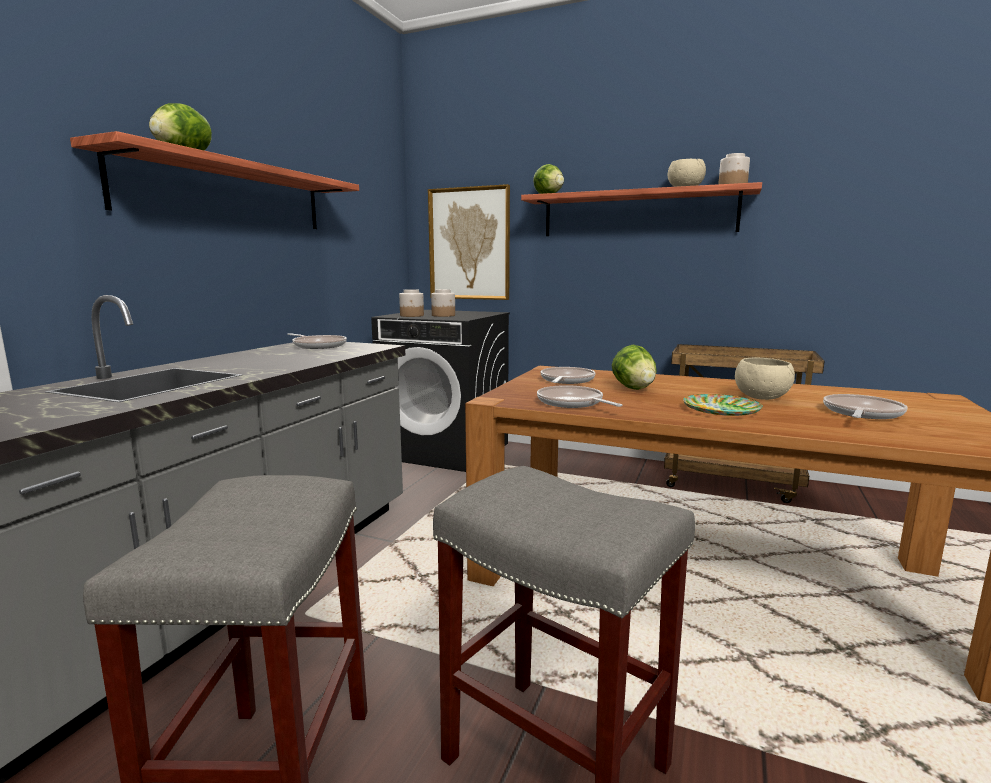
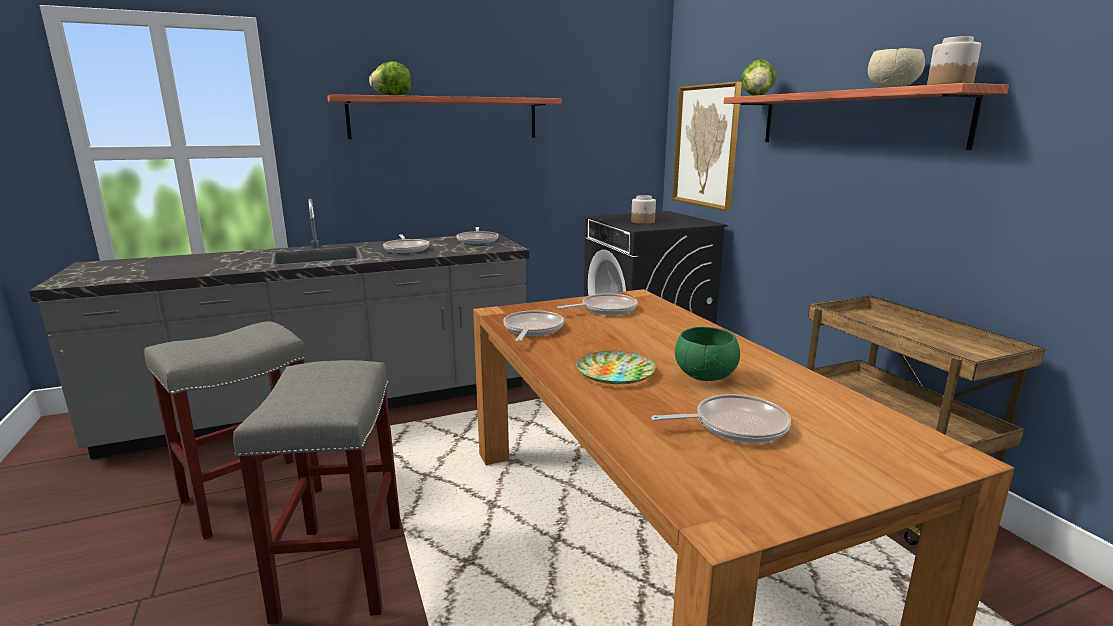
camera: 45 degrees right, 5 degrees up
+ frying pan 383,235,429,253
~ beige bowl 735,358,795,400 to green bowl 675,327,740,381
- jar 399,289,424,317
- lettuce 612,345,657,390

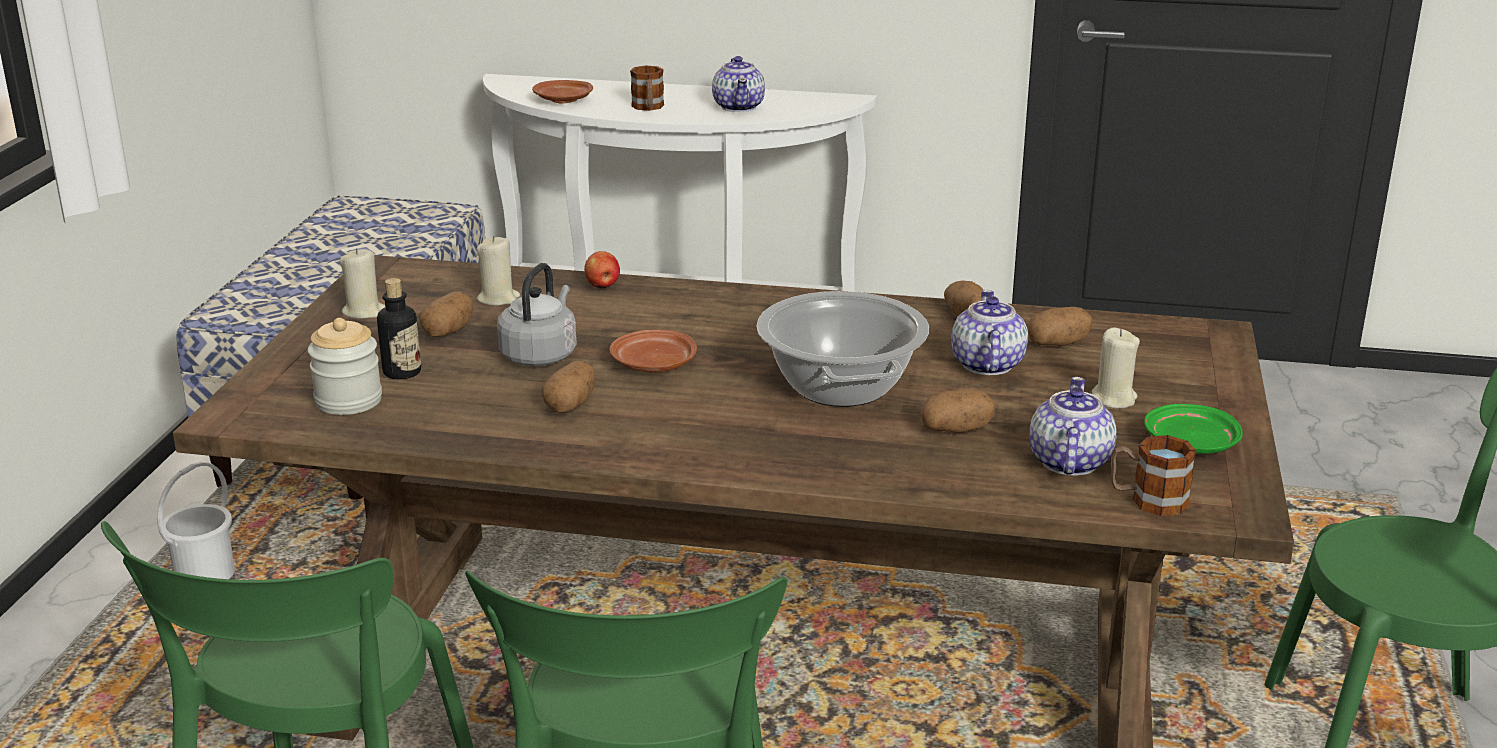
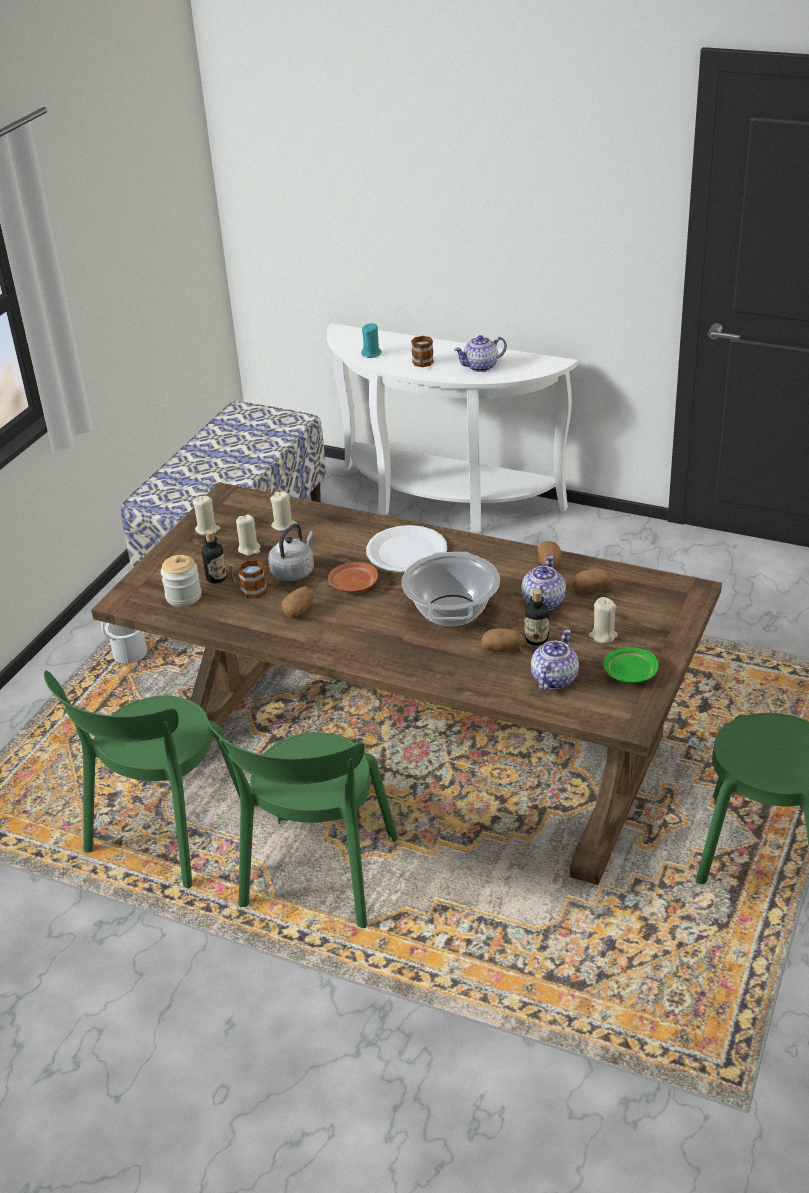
camera: 15 degrees right, 10 degrees up
~ mug 1111,435,1197,516 to 229,559,267,599
~ potato 419,291,473,337 to beige candle 236,514,261,556
~ brown plate 532,80,593,103 to turquoise candle 361,323,381,358
+ white plate 366,525,447,572
~ teapot 712,56,765,112 = 454,335,507,372 60 degrees clockwise
+ bottle 525,589,549,646
- apple 584,251,620,288

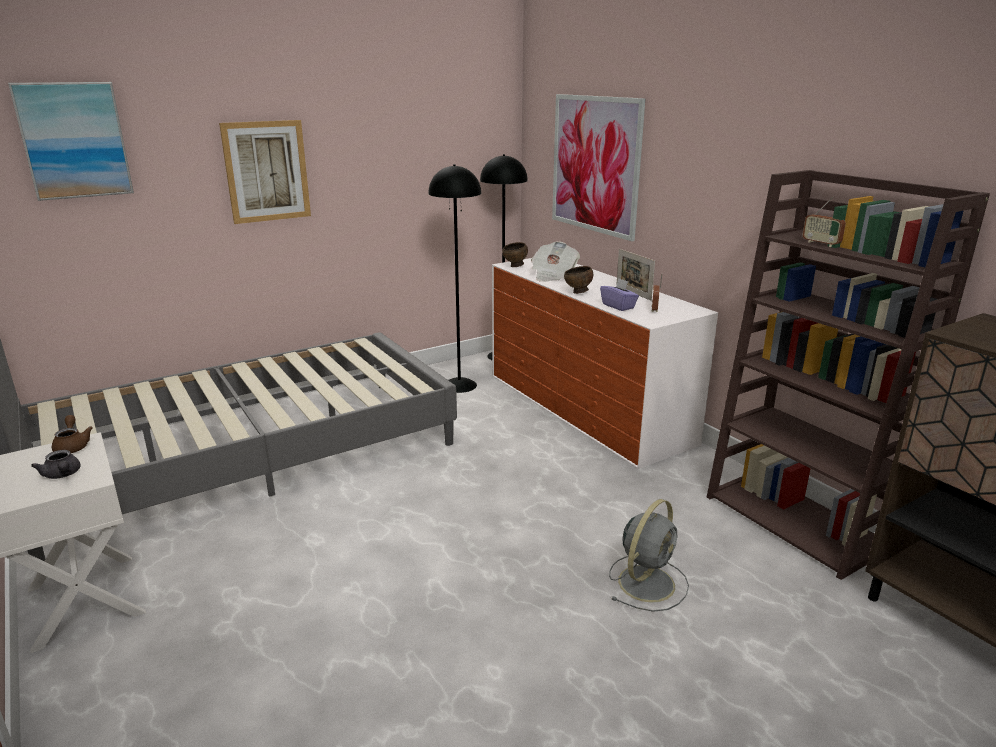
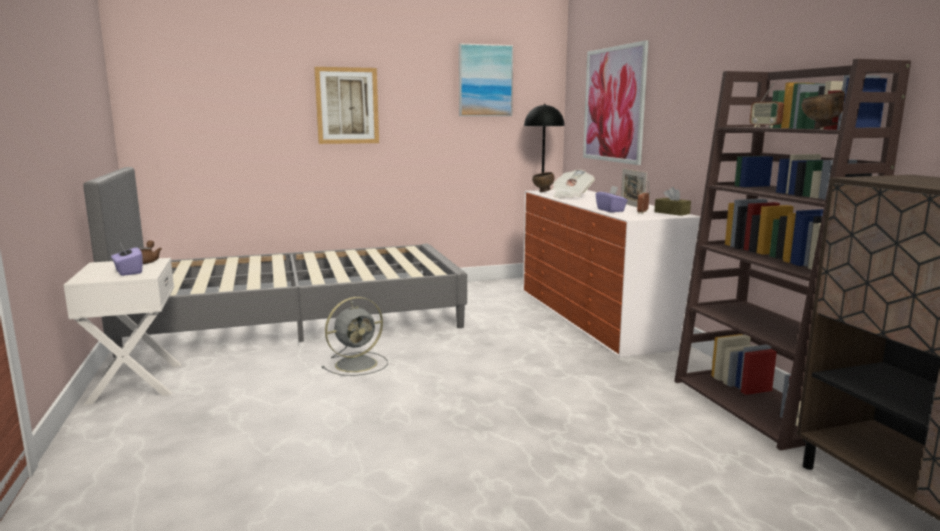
camera: 15 degrees right, 10 degrees down
~ grey teapot 31,450,80,479 to purple tissue box 111,243,143,276
~ grey fan 609,499,689,612 to 321,297,388,376
~ picture 8,82,134,201 to 459,43,513,116
+ brown tissue box 654,187,691,216
~ brown bowl 564,266,593,294 to 801,91,845,129
- black floor lamp 428,164,481,393

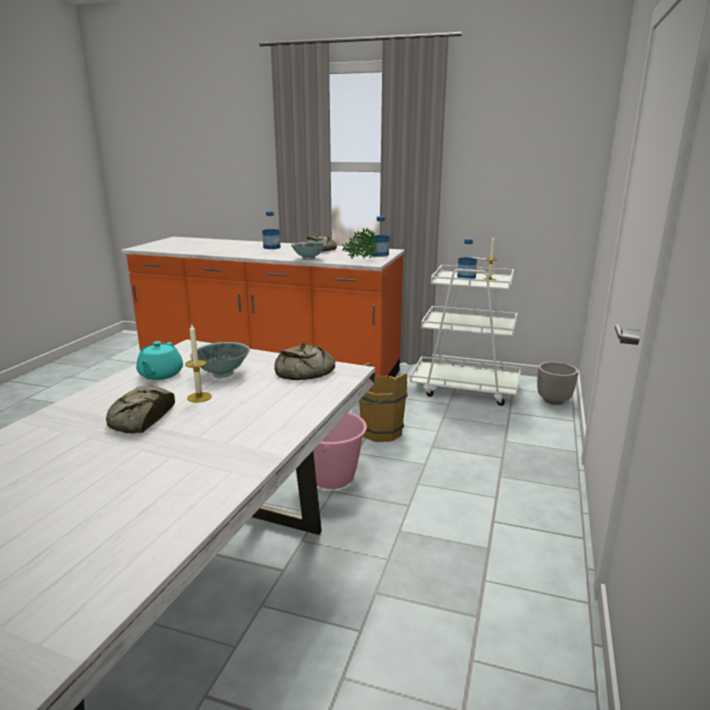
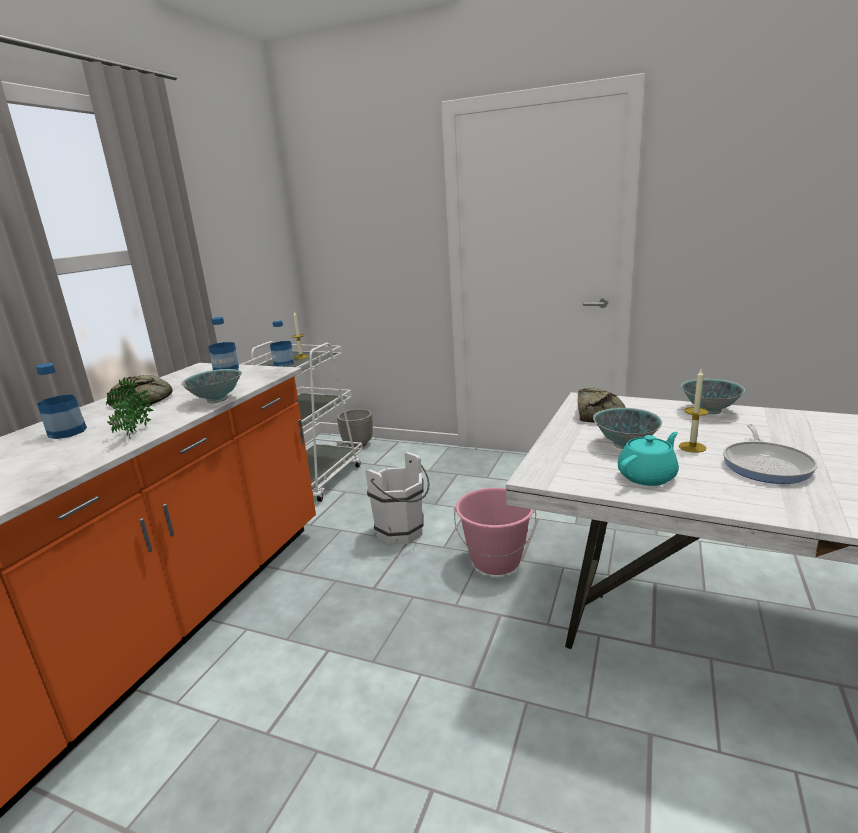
camera: 85 degrees left, 0 degrees up
~ potted plant 342,228,377,259 to 106,377,154,440
~ brown bucket 358,362,408,442 to white bucket 366,452,429,545
~ turquoise teapot 136,341,183,380 = 618,432,679,486 45 degrees counterclockwise
+ bowl 681,379,745,414
~ bread 106,386,175,434 to frying pan 723,424,817,484

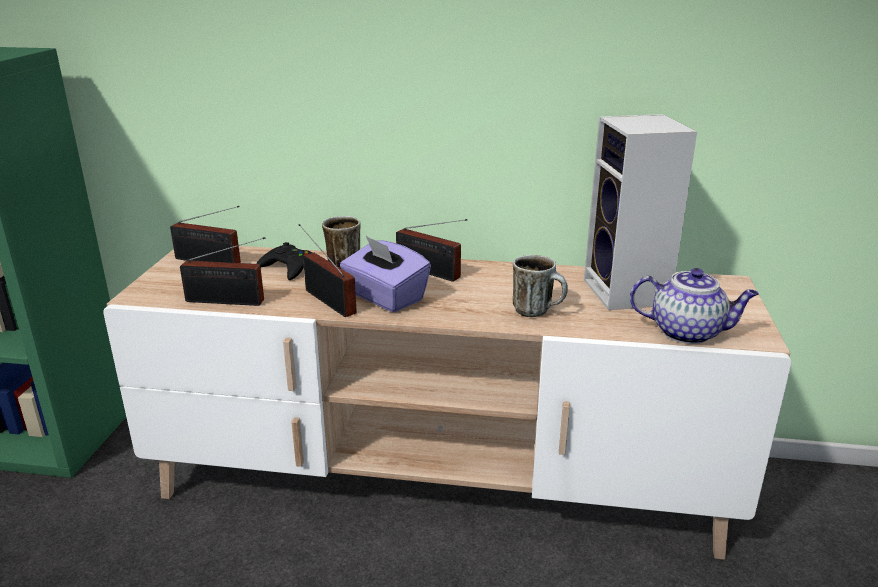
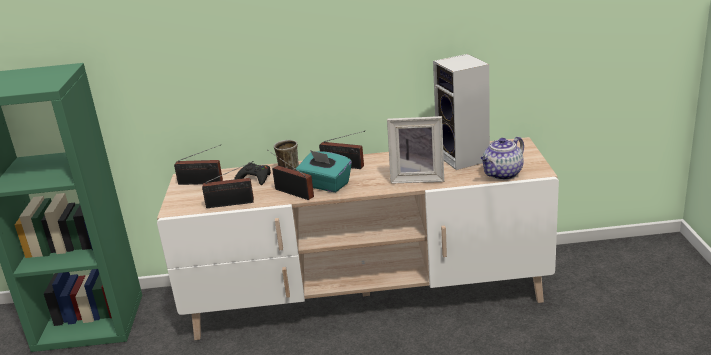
camera: 10 degrees left, 0 degrees up
~ purple tissue box 340,236,431,312 to turquoise tissue box 296,150,352,192
~ mug 513,255,568,317 to picture frame 387,116,444,184
~ teapot 630,268,759,344 = 480,137,524,180 135 degrees clockwise

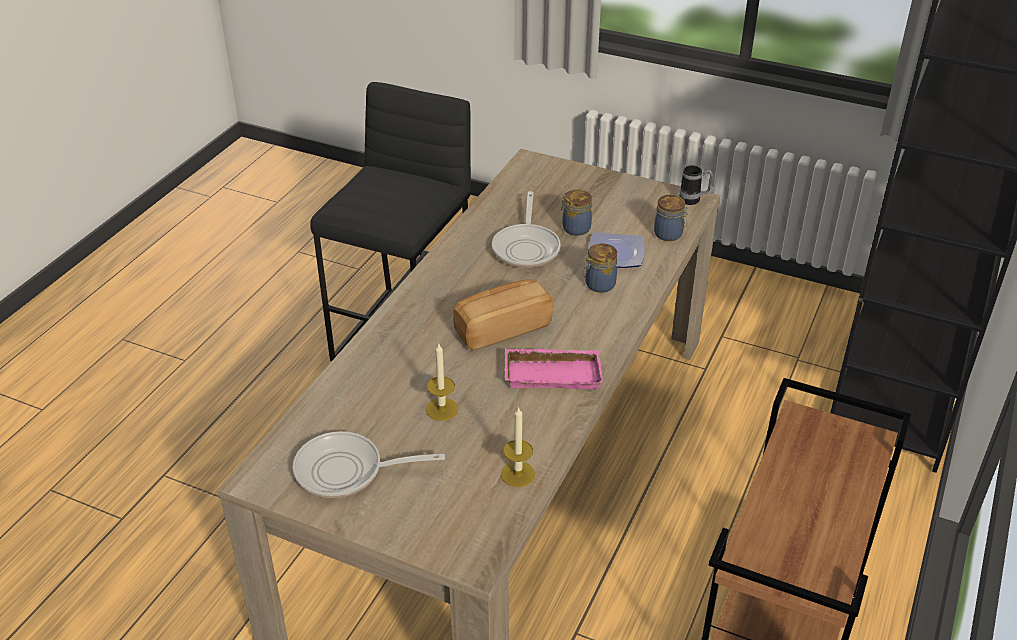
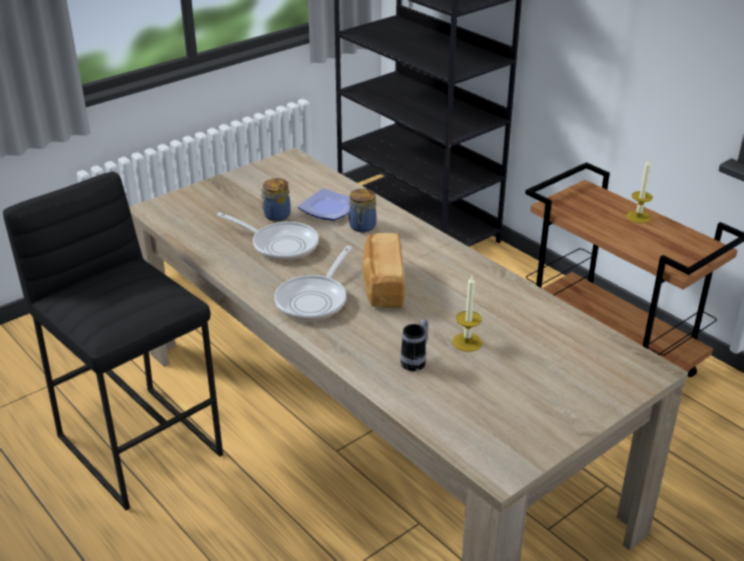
camera: 65 degrees left, 5 degrees down
~ frying pan 293,431,445,498 to 274,246,352,321
~ mug 679,165,713,205 to 400,319,428,371
~ candle 501,406,535,487 to 626,160,653,223
- pink tray 504,348,603,389
- jar 654,195,688,241

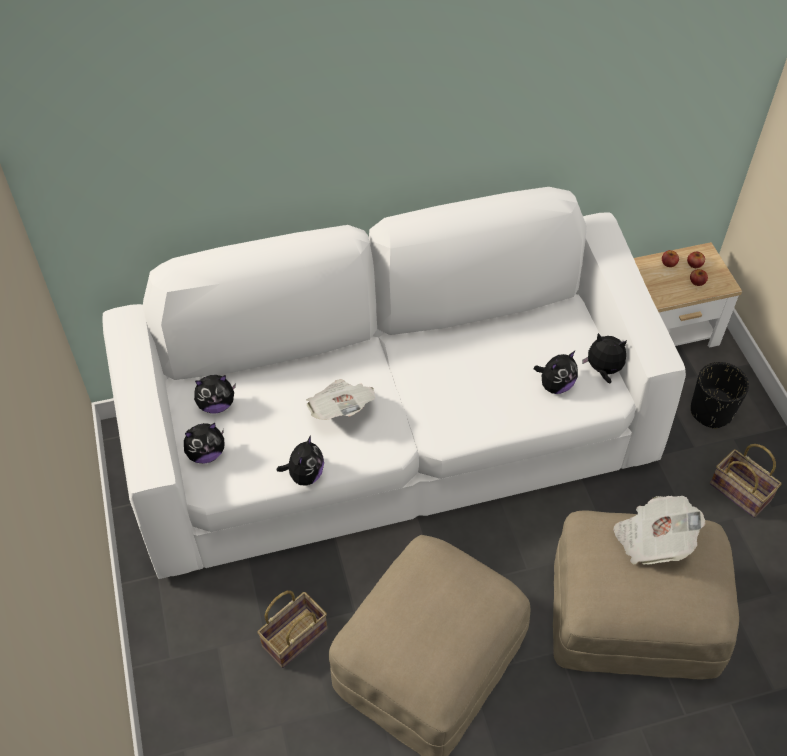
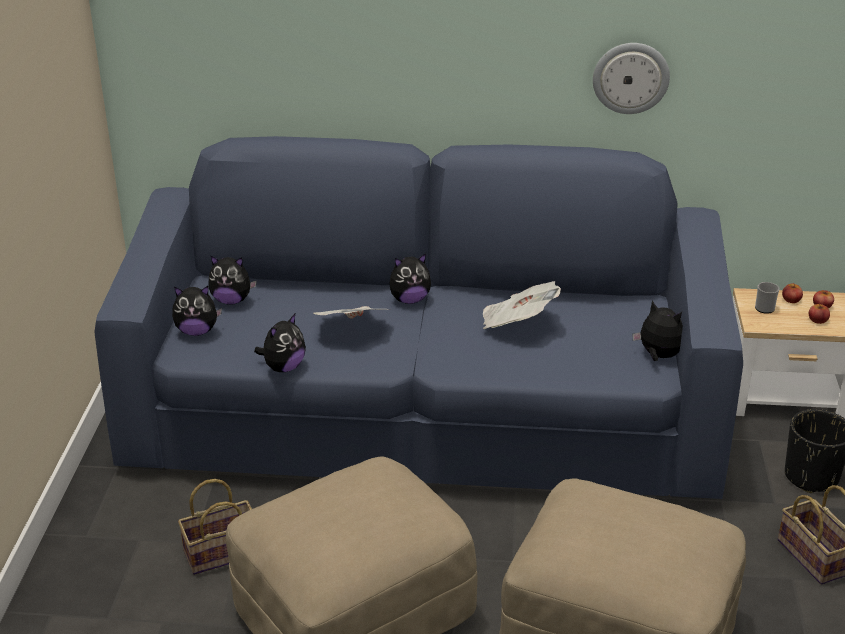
camera: 20 degrees right, 20 degrees down
~ white sofa 102,187,686,579 to blue sofa 94,136,743,499
~ plush toy 534,351,578,394 to 390,253,431,304
~ newspaper 613,496,705,565 to 483,281,561,329
+ wall clock 593,43,670,114
+ mug 755,282,779,314

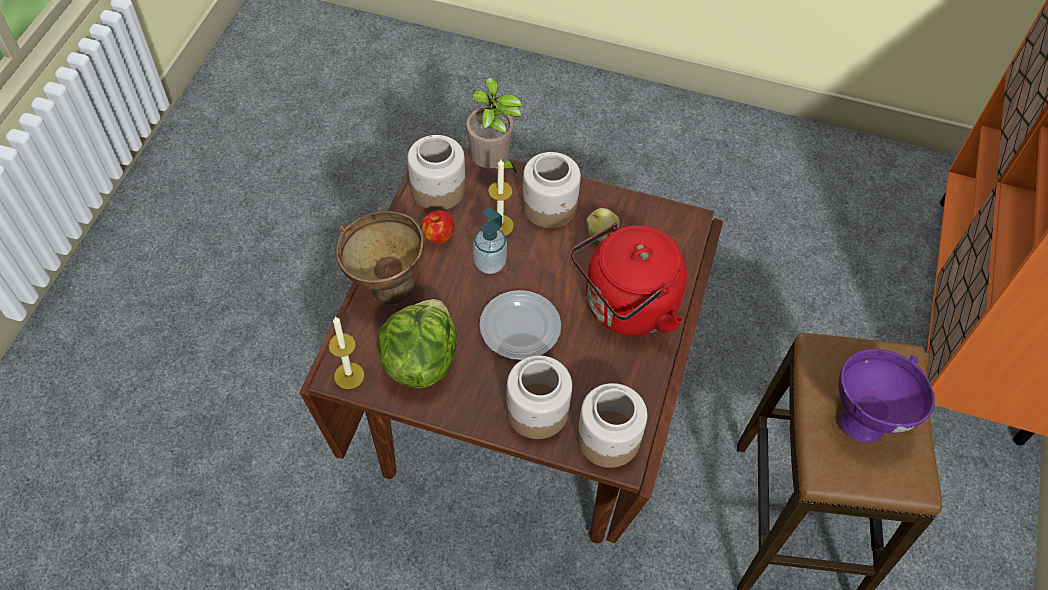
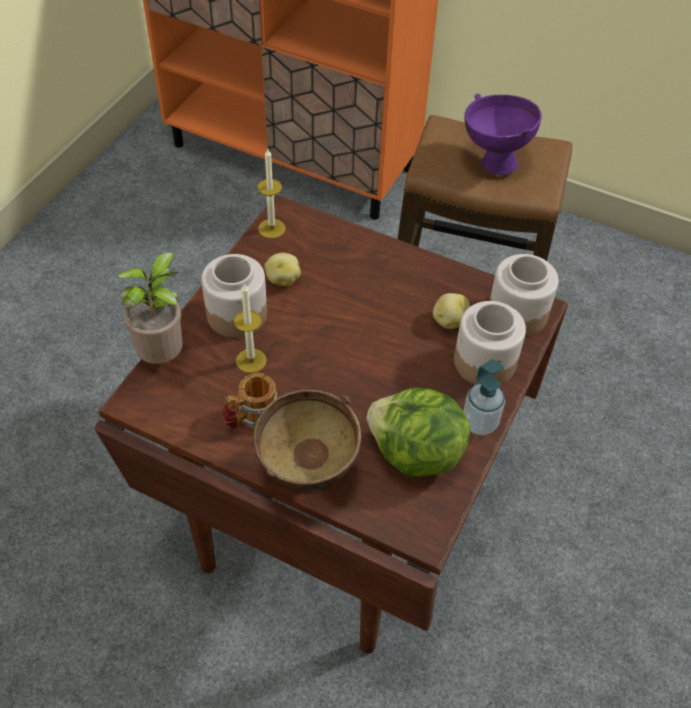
camera: 80 degrees left, 5 degrees down
~ apple 421,210,454,244 to mug 223,373,277,430
~ candle 329,316,364,389 to 258,149,285,238
+ potato 433,293,470,329
~ soap dispenser 473,208,507,274 to 463,359,505,435
- jar 407,135,466,211
- plate 479,290,561,360
- red kettle 571,223,687,336

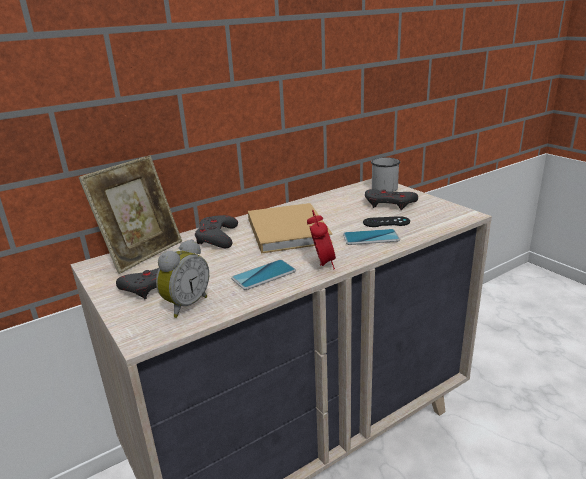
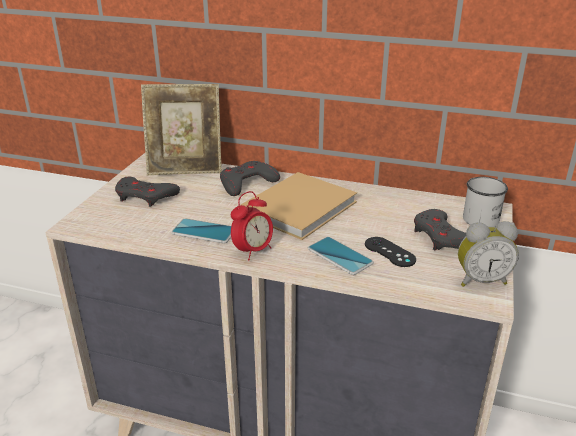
camera: 50 degrees right, 5 degrees up
~ alarm clock 156,239,209,318 to 458,221,519,287

